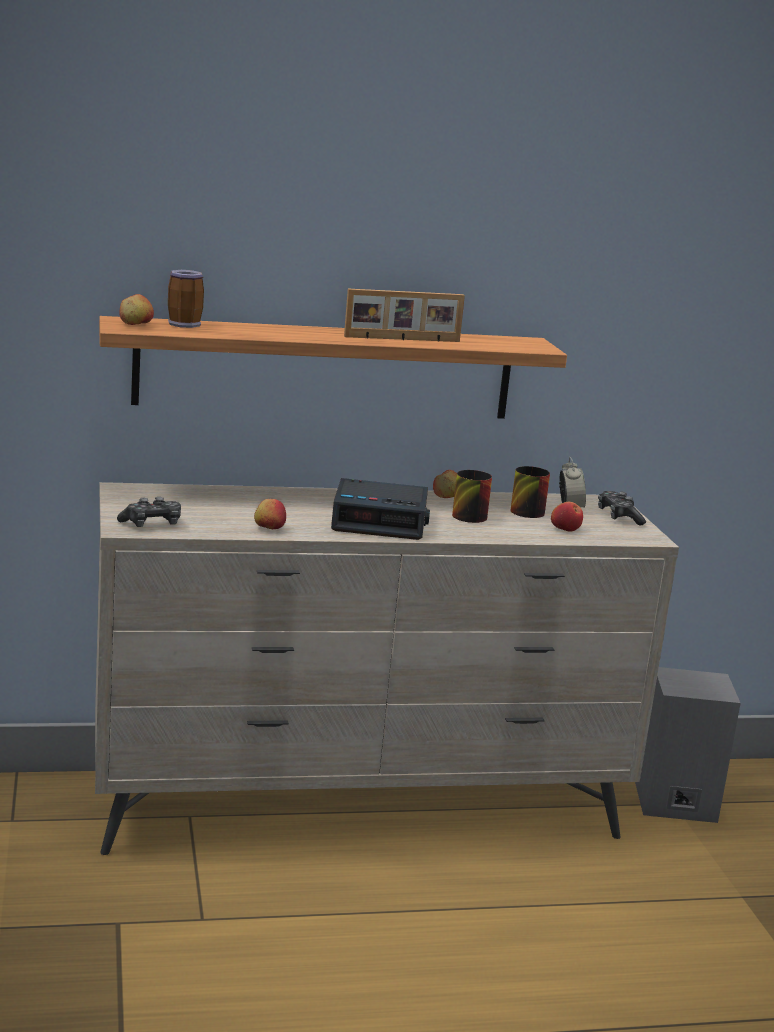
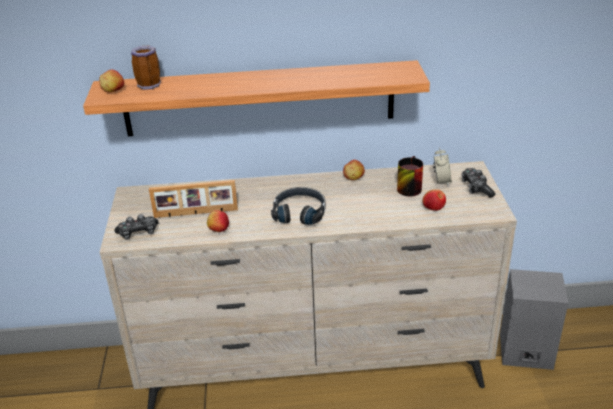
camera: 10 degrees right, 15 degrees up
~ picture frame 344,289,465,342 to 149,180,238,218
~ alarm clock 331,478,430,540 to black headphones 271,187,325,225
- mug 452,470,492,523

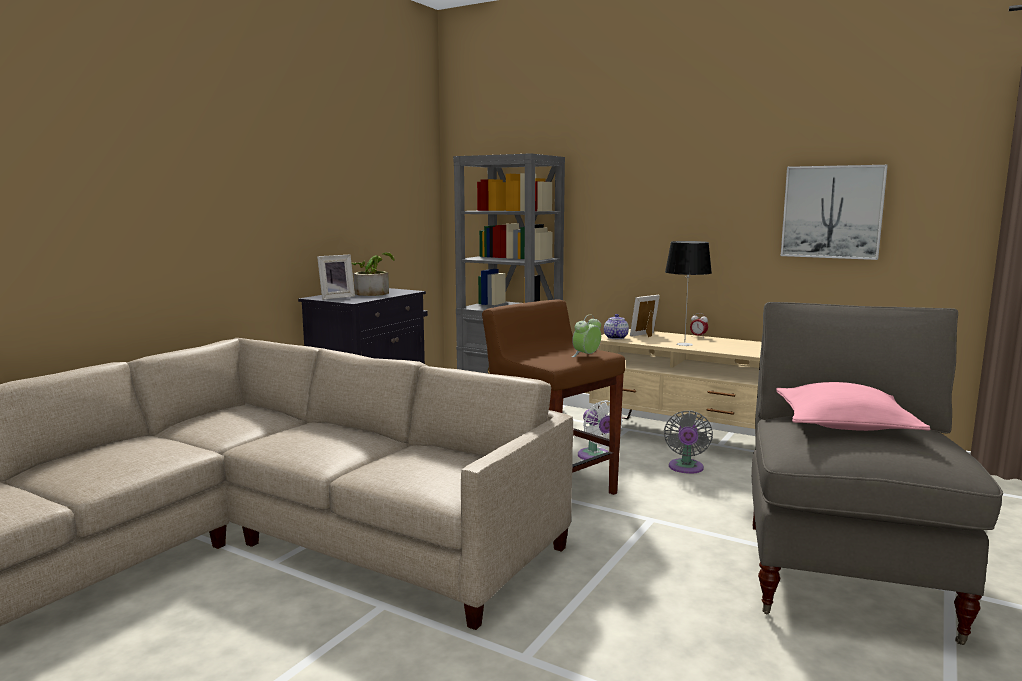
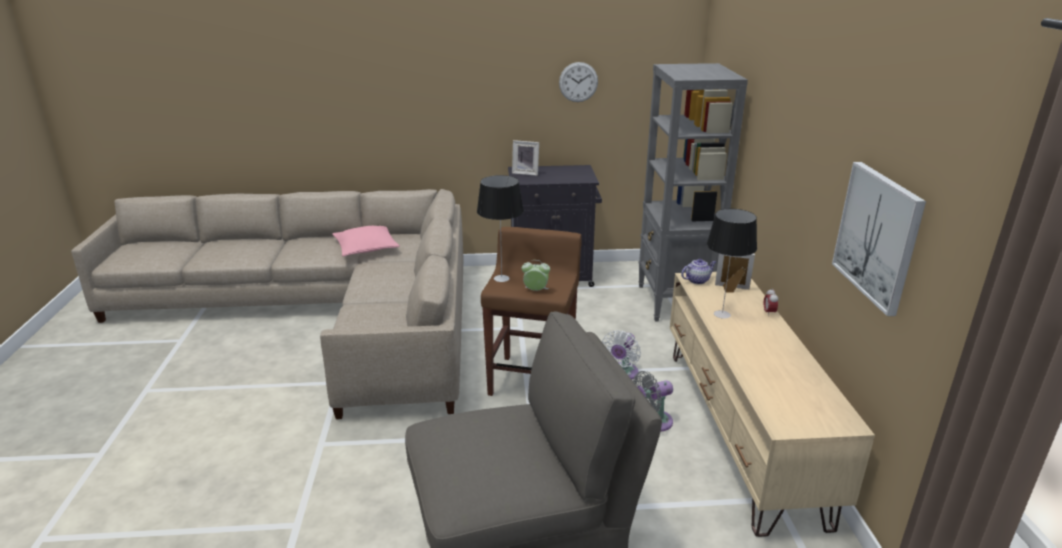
camera: 55 degrees right, 15 degrees up
~ pink pillow 776,382,930,431 to 332,226,400,257
+ table lamp 477,175,524,282
+ wall clock 559,62,598,102
- potted plant 352,252,395,296

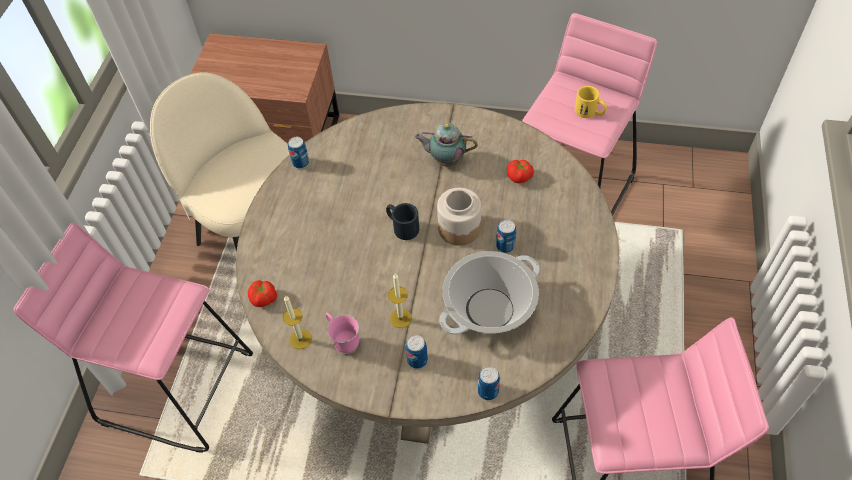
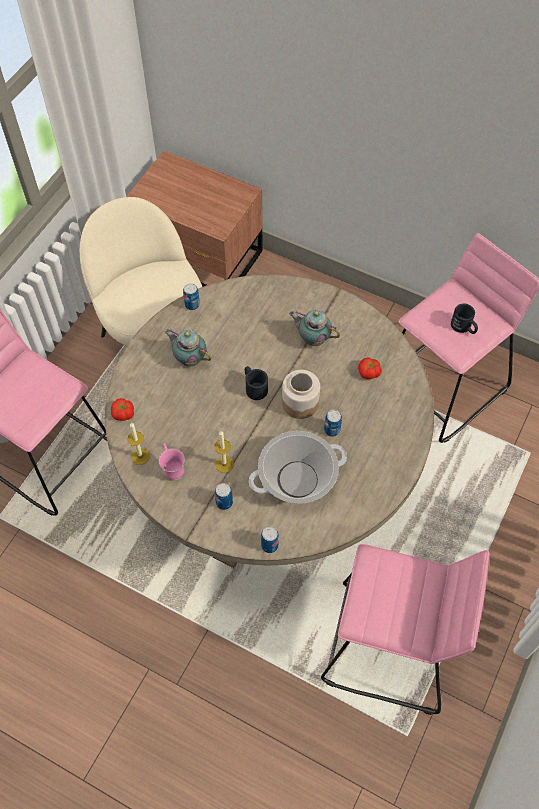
camera: 15 degrees right, 5 degrees up
+ teapot 164,329,211,367
~ yellow mug 575,86,607,118 to black mug 451,304,478,334

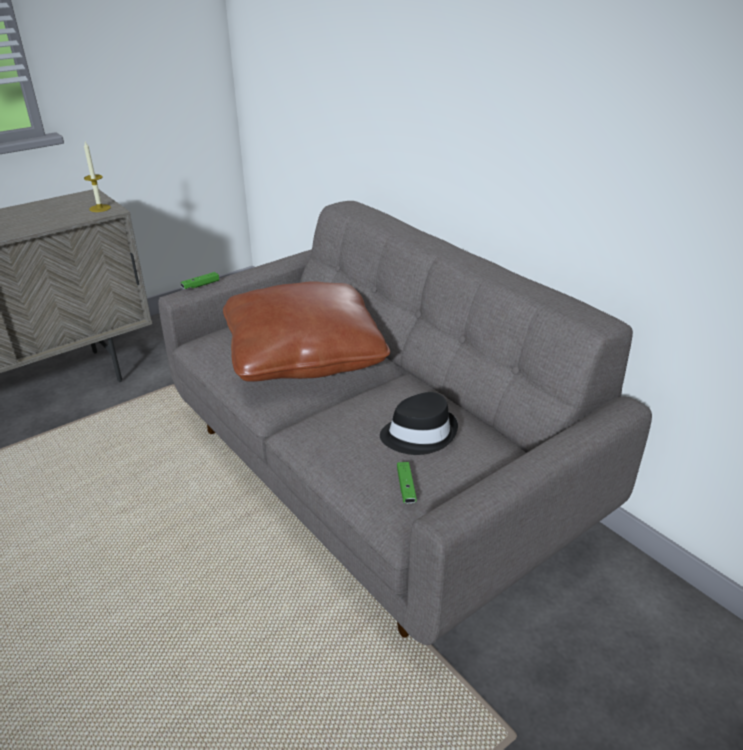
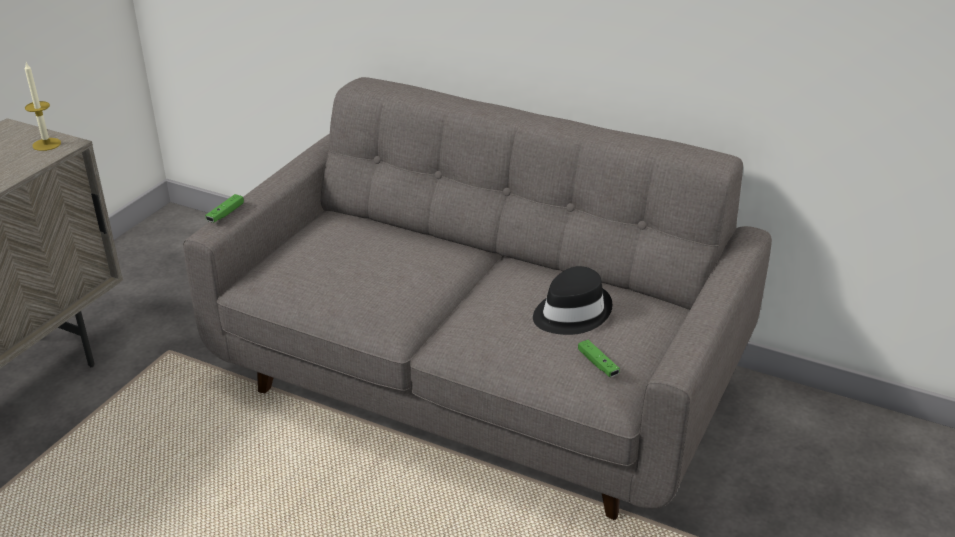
camera: 25 degrees left, 0 degrees up
- brown pillow 223,281,390,382

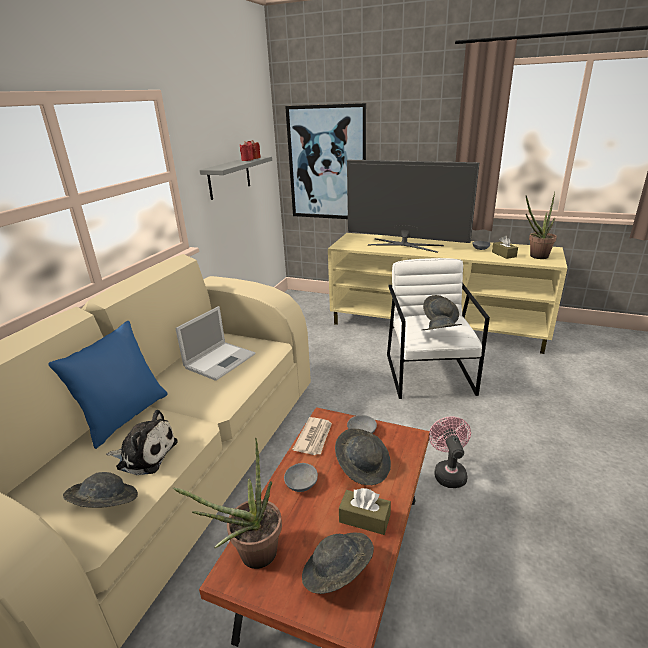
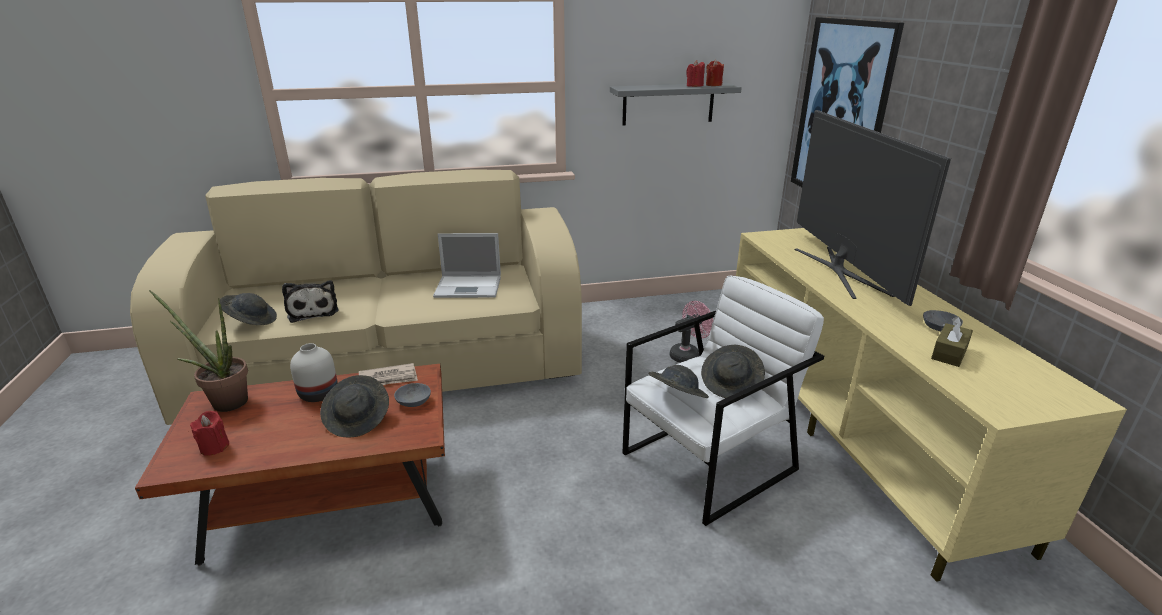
camera: 55 degrees right, 0 degrees up
~ grey hat 302,533,374,594 to red candle 190,411,229,456
~ grey bowl 284,463,318,492 to white vase 290,343,338,402
~ pink fan 429,417,471,488 to 669,301,713,363
- blue pillow 49,321,168,449
- brown tissue box 339,488,391,535
- potted plant 526,192,557,259

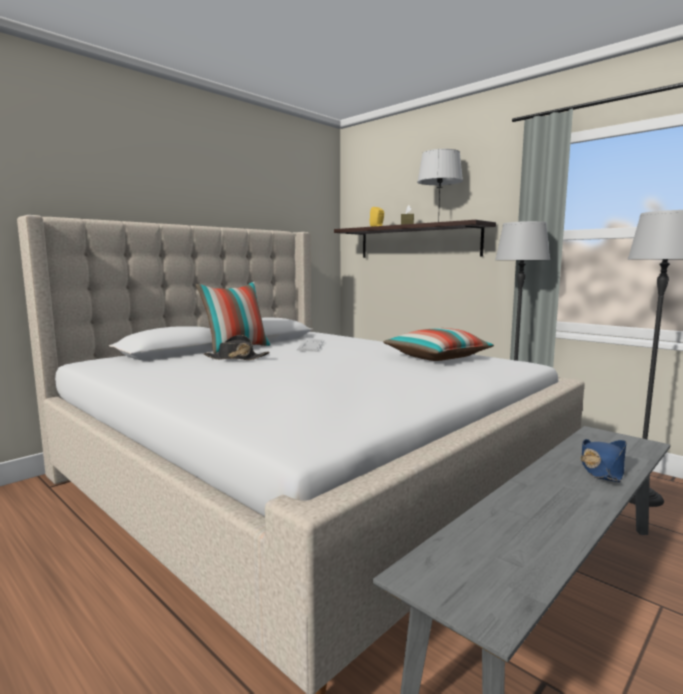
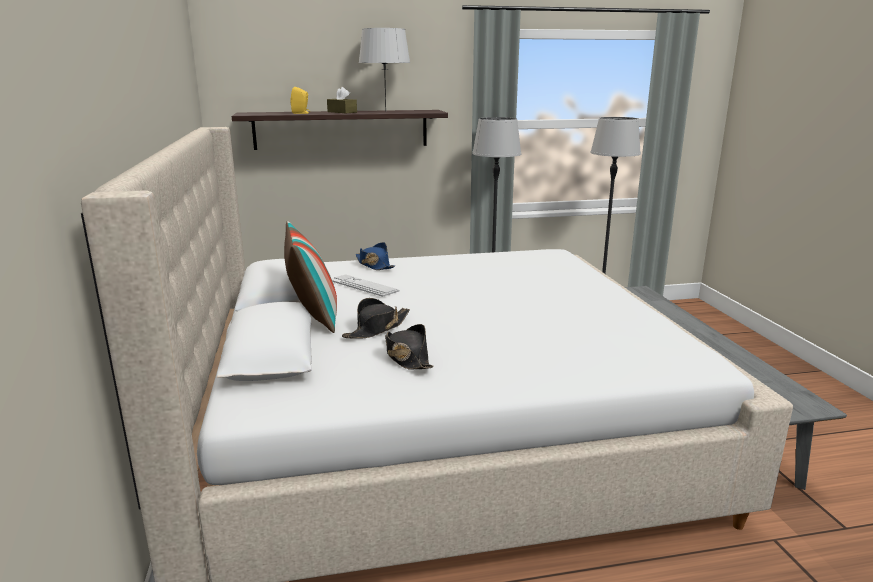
camera: 55 degrees left, 10 degrees up
~ blue hat 580,439,626,482 to 356,242,395,270
+ black hat 385,324,433,370
- pillow 383,328,494,361

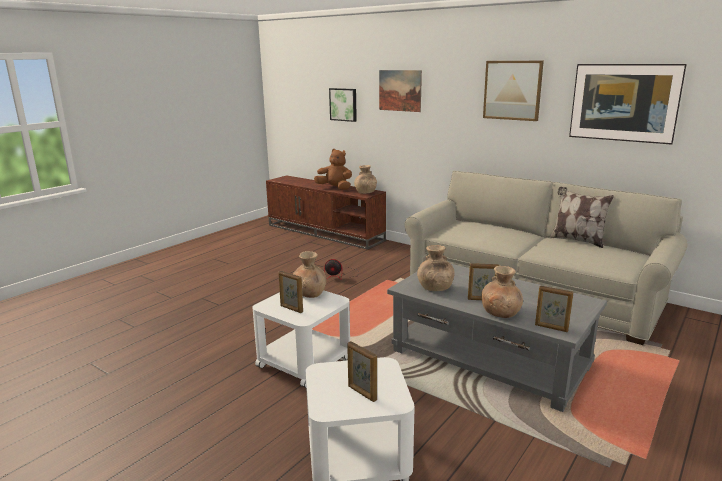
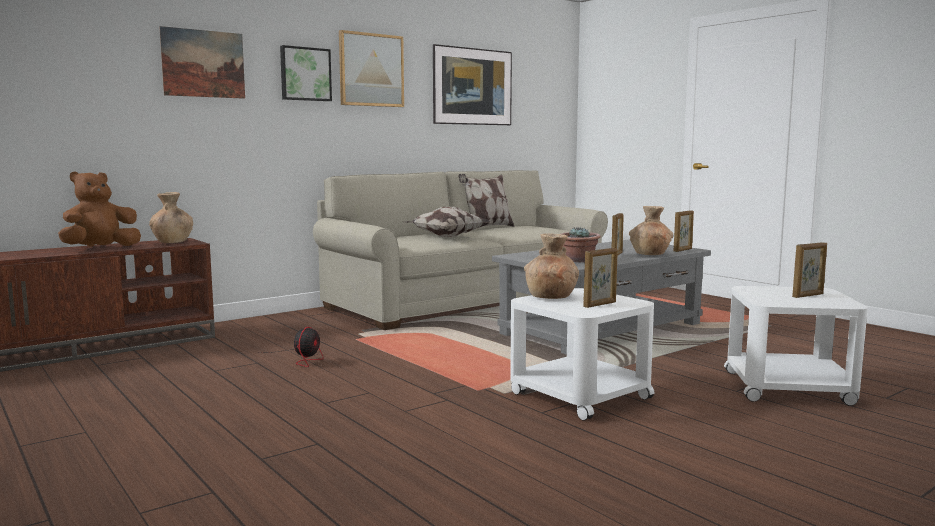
camera: 75 degrees left, 10 degrees down
~ picture 329,88,357,122 to 280,45,332,101
+ pillow 404,207,490,237
~ brown vase 417,245,455,291 to potted plant 561,227,601,262

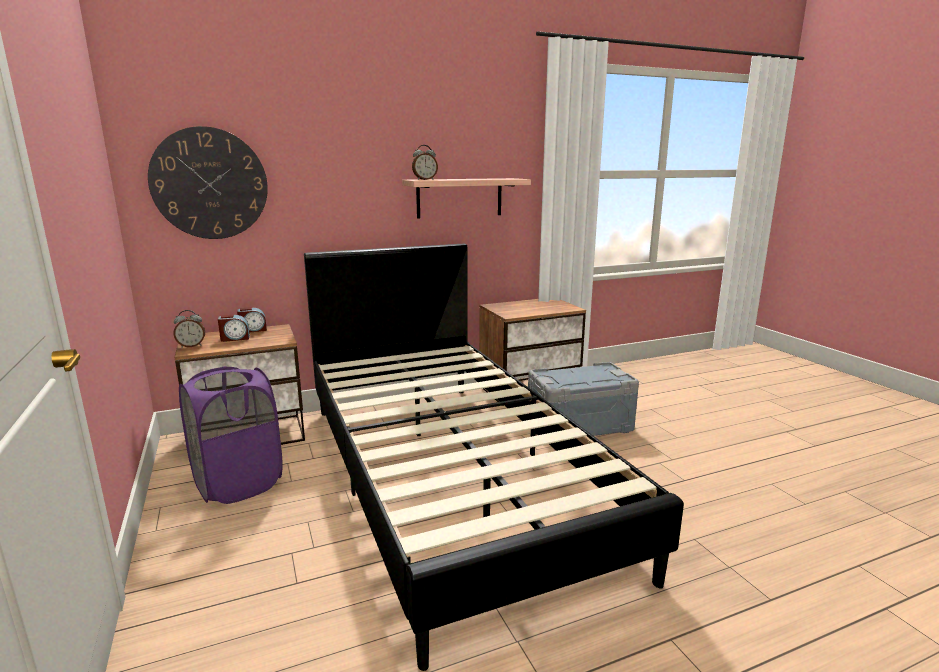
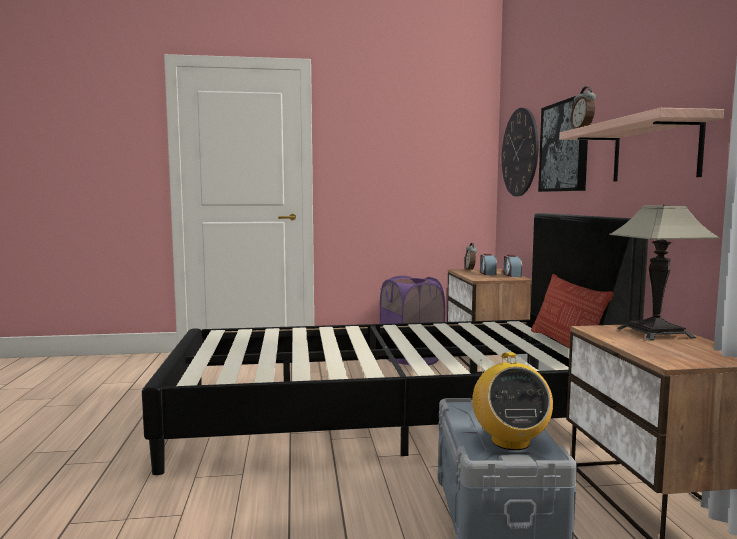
camera: 105 degrees right, 10 degrees down
+ radio 472,352,553,450
+ pillow 531,274,614,349
+ picture 538,96,588,192
+ table lamp 609,204,720,341

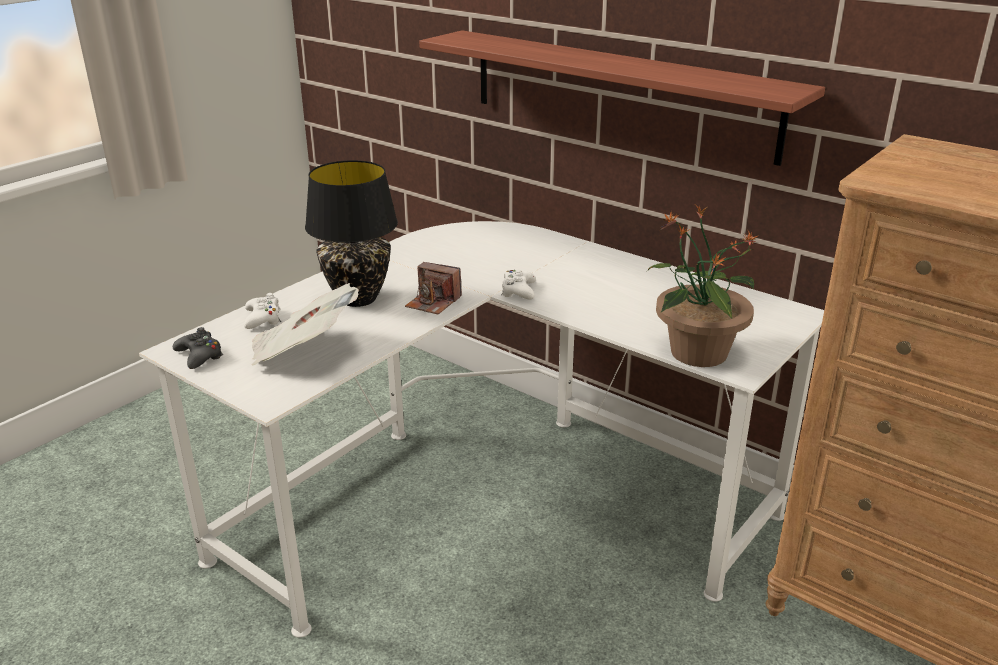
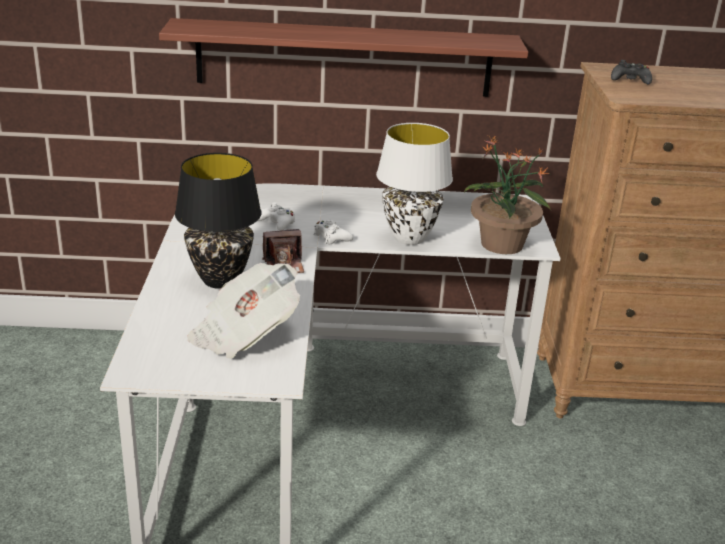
camera: 40 degrees left, 0 degrees up
~ white game controller 244,293,281,329 to 258,202,295,231
+ white table lamp 376,123,453,245
~ black game controller 173,327,223,369 to 611,60,652,84

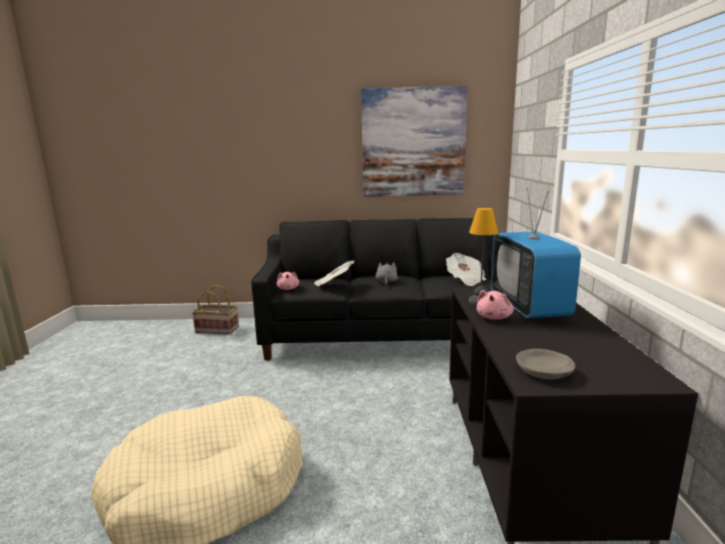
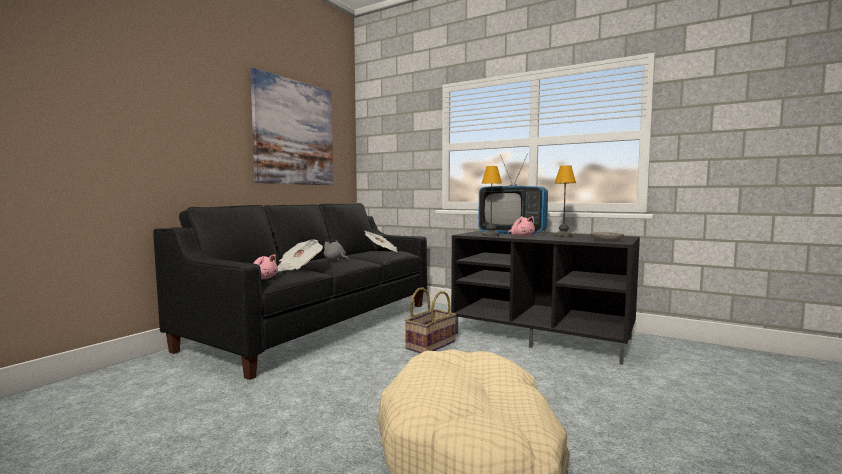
camera: 60 degrees left, 10 degrees down
~ basket 192,285,239,335 to 405,287,457,353
+ table lamp 554,165,576,237

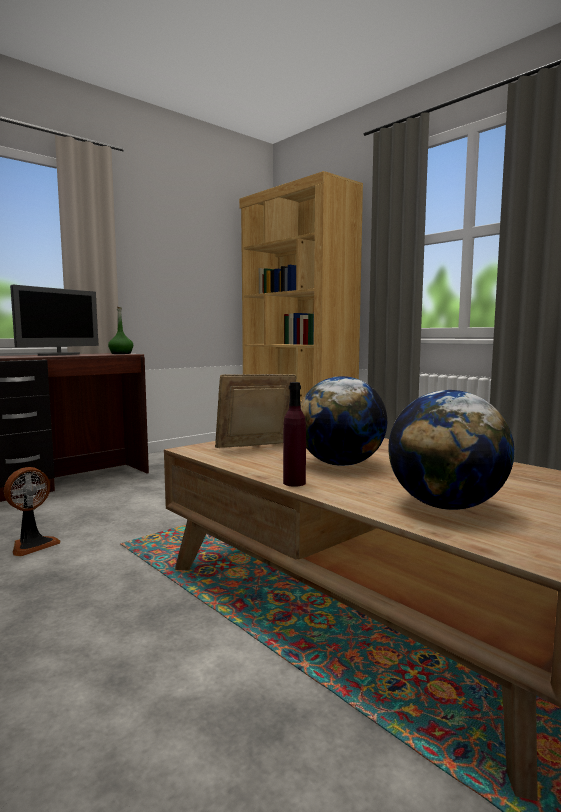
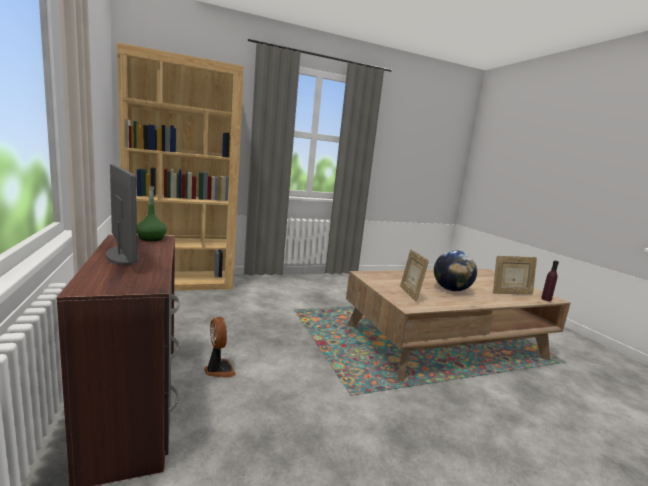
camera: 70 degrees left, 5 degrees up
~ fan 4,467,61,556 to 204,317,236,378
~ globe 388,390,514,510 to picture frame 493,256,537,295
~ purple bottle 283,382,306,487 to 541,261,559,301

